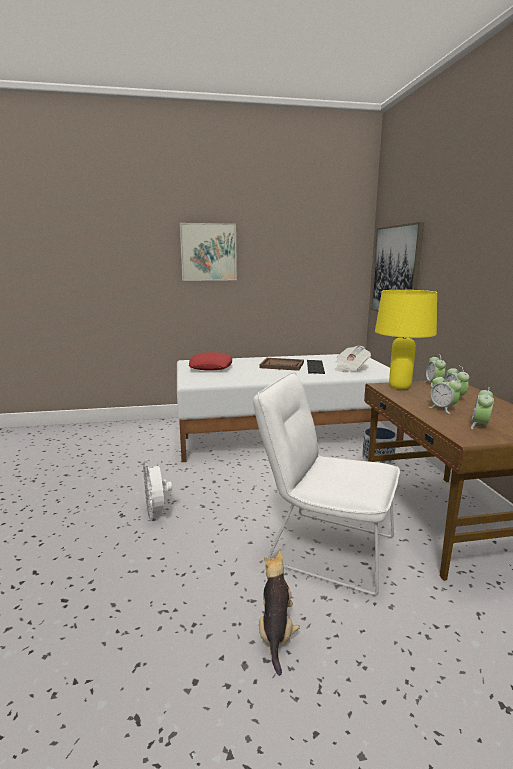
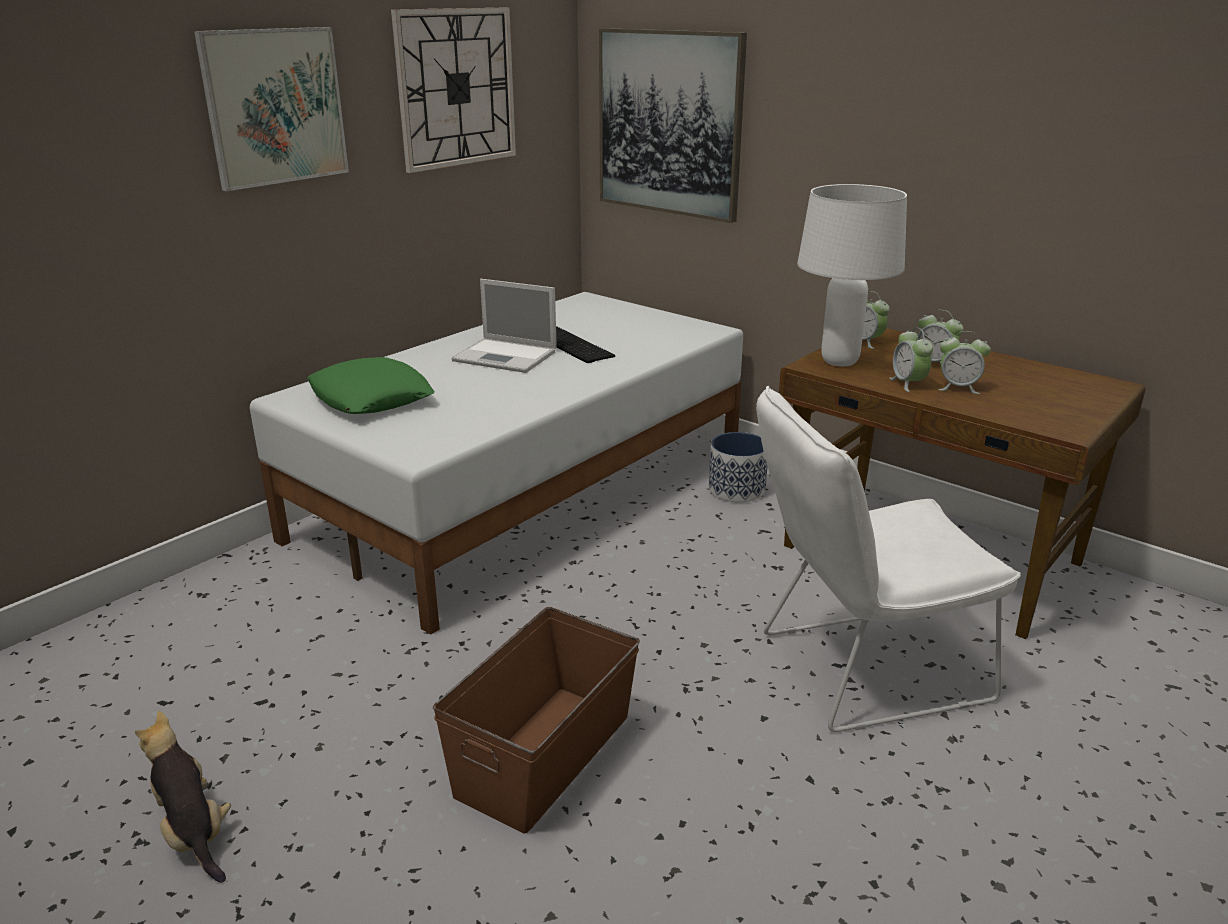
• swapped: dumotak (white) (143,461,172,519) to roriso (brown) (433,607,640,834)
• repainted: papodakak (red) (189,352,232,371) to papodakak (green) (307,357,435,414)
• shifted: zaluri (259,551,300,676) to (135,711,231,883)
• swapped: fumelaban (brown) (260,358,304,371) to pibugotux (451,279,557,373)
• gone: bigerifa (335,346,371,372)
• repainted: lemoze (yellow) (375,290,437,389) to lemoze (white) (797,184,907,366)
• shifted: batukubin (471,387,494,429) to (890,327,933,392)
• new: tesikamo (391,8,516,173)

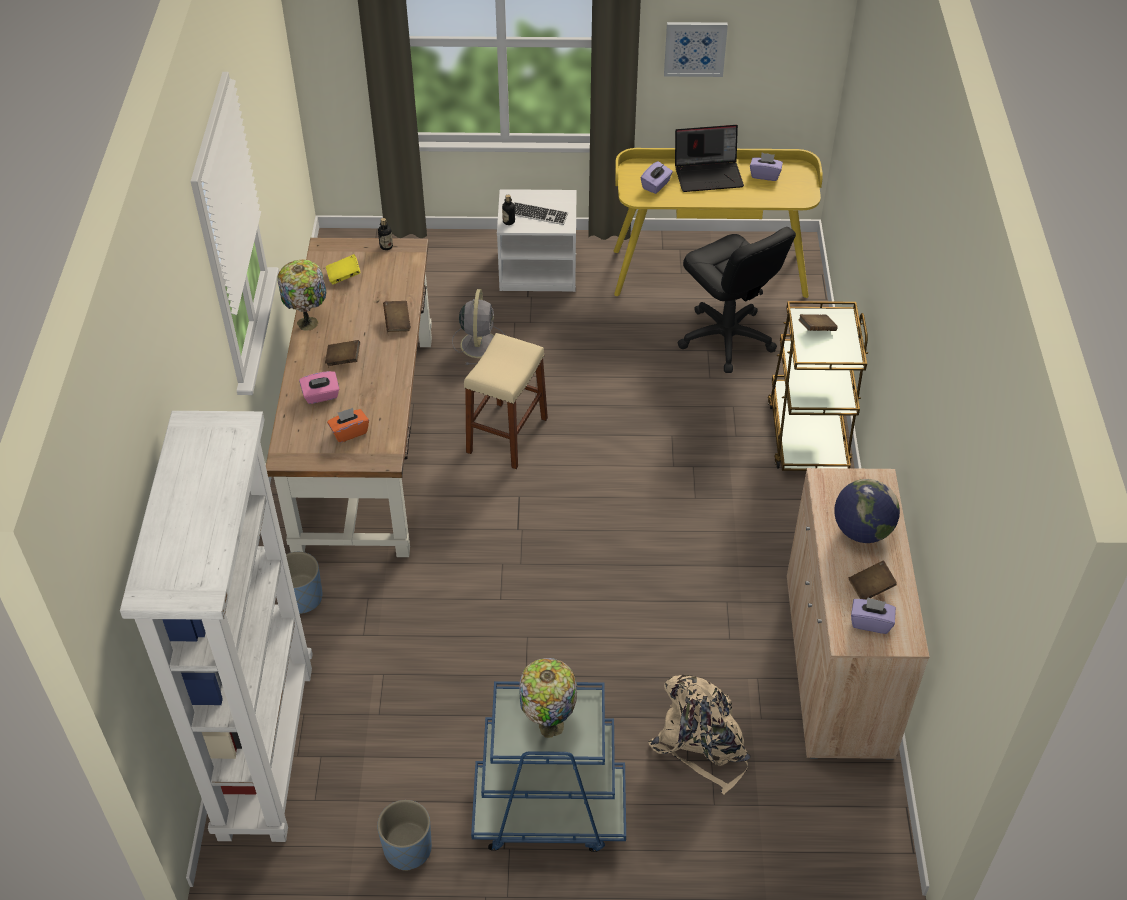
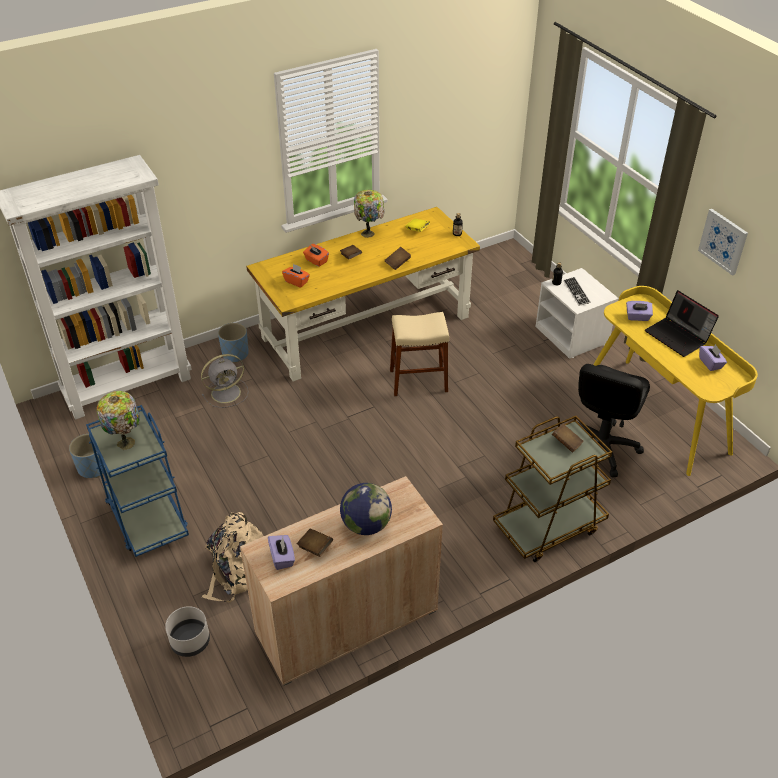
• repainted: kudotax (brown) (266,238,432,557) to kudotax (yellow) (246,207,480,382)
• repainted: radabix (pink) (299,371,339,404) to radabix (orange) (303,244,329,267)
• shifted: dumotak (grey) (452,289,505,365) to (201,354,249,408)
• new: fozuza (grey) (165,606,210,657)

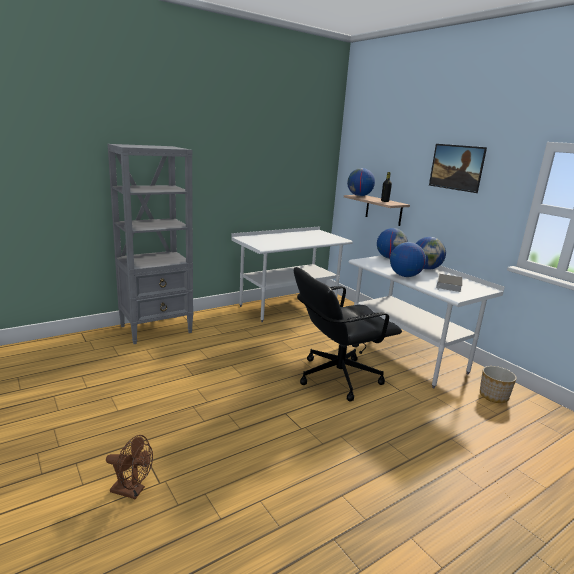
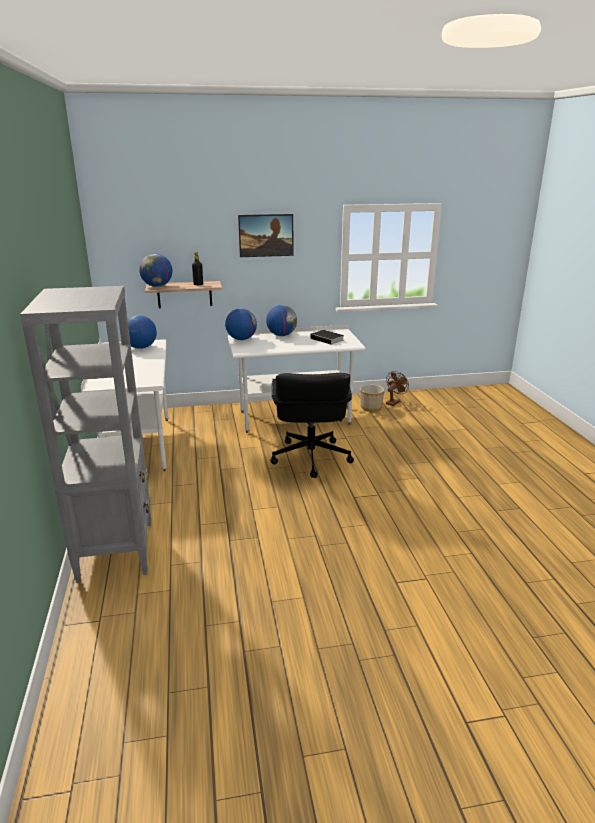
• shifted: dumotak (brown) (106,435,153,499) to (386,371,409,406)
• shifted: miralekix (390,242,426,277) to (128,315,157,349)

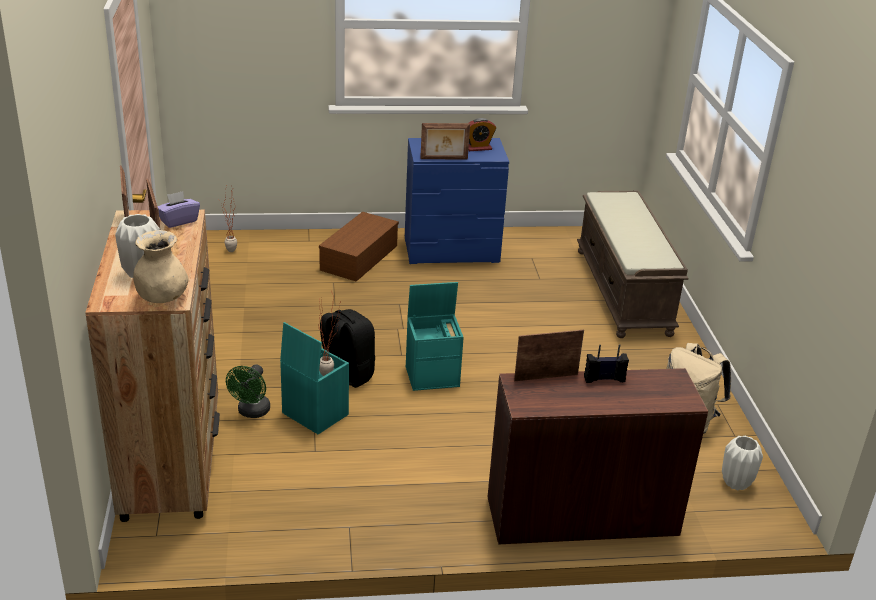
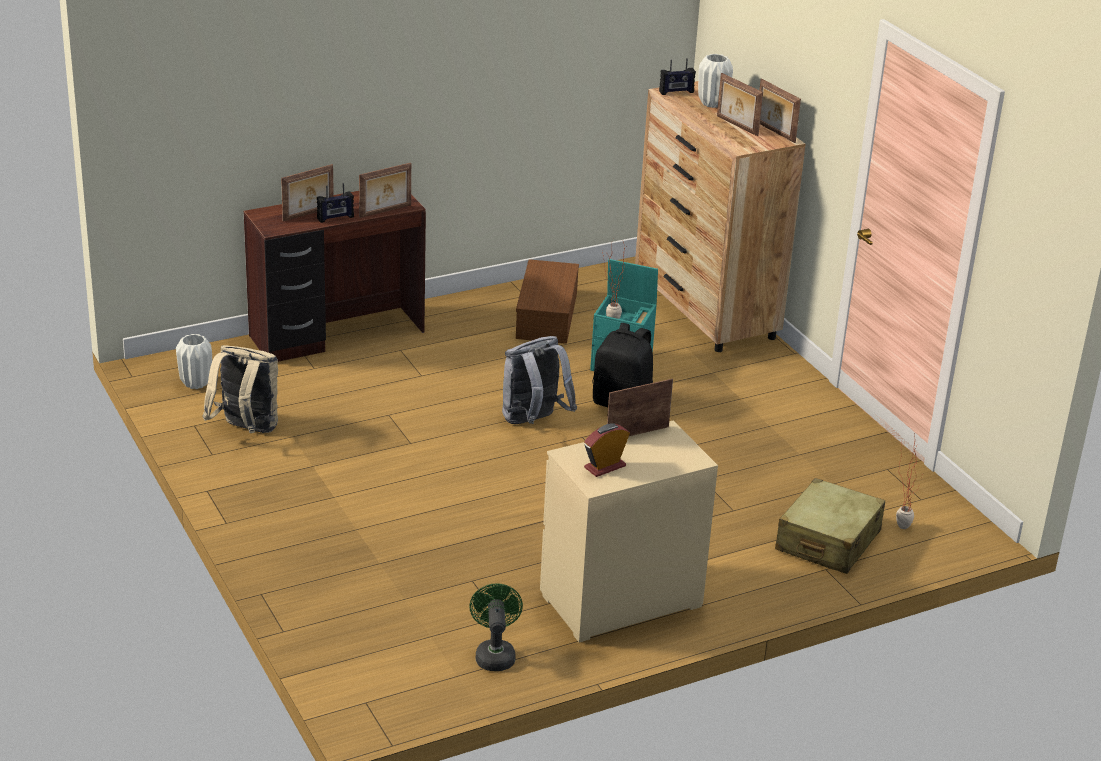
• swapped: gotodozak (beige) (133,230,189,303) to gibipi (659,58,696,95)
• gone: radabix (purple) (157,191,200,228)
• shifted: dumotak (green) (226,364,270,418) to (469,583,523,671)
• shifted: roriso (brown) (319,212,399,282) to (516,259,579,344)
• repainted: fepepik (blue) (405,138,509,264) to fepepik (beige) (540,421,718,643)
• swapped: roriso (turquoise) (406,282,464,391) to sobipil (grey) (502,336,577,424)
• gone: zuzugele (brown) (577,191,688,338)
• new: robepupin (281,164,334,222)
• new: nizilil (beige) (775,478,885,574)

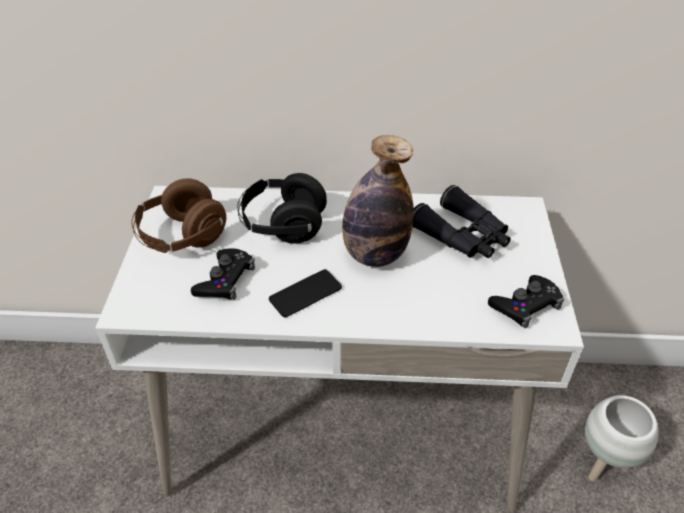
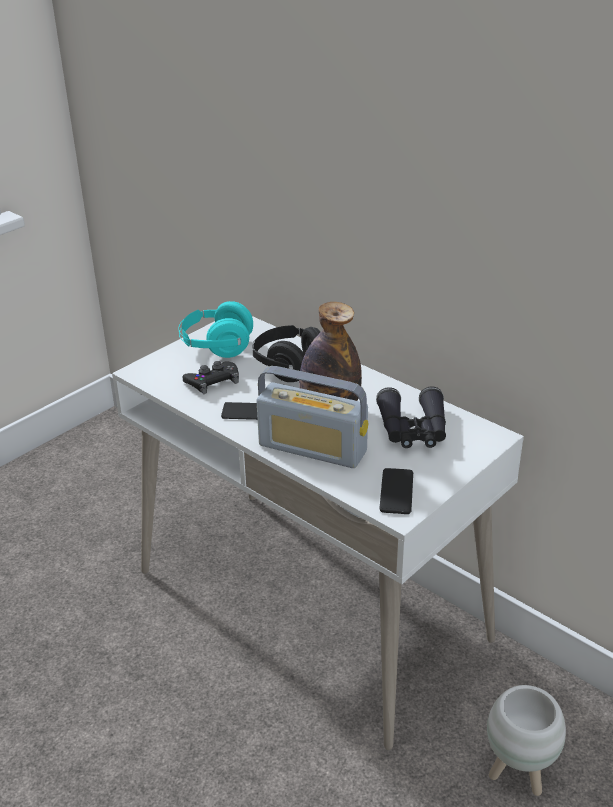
• repainted: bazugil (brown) (131,179,226,253) to bazugil (turquoise) (178,301,253,358)
• swapped: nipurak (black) (488,275,564,328) to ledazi (379,468,413,514)
• new: gibipi (257,366,368,468)

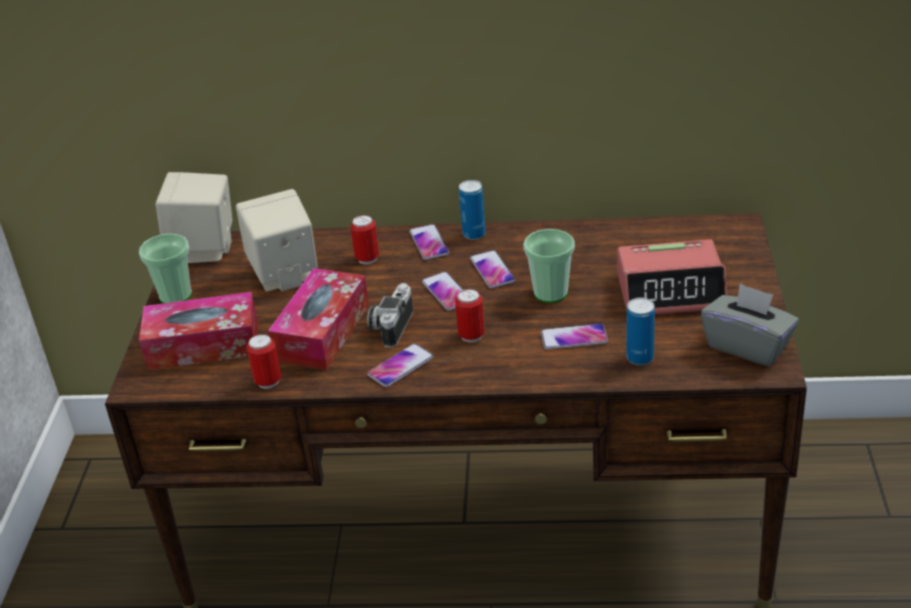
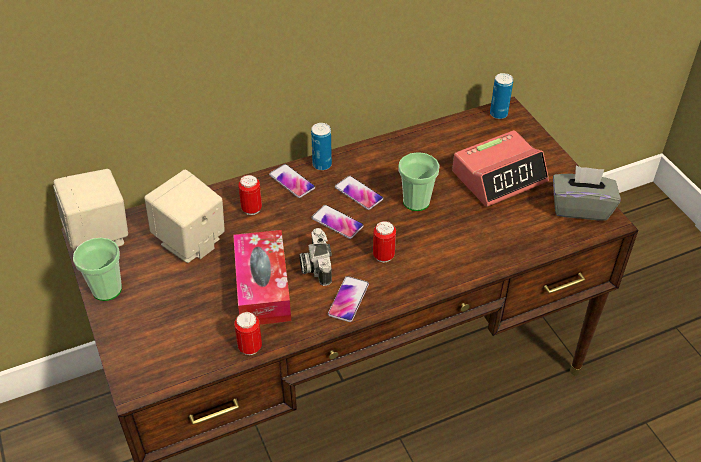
• gone: radabix (139,292,258,370)
• gone: ledazi (541,323,608,350)
• shifted: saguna (626,297,655,365) to (490,73,513,119)

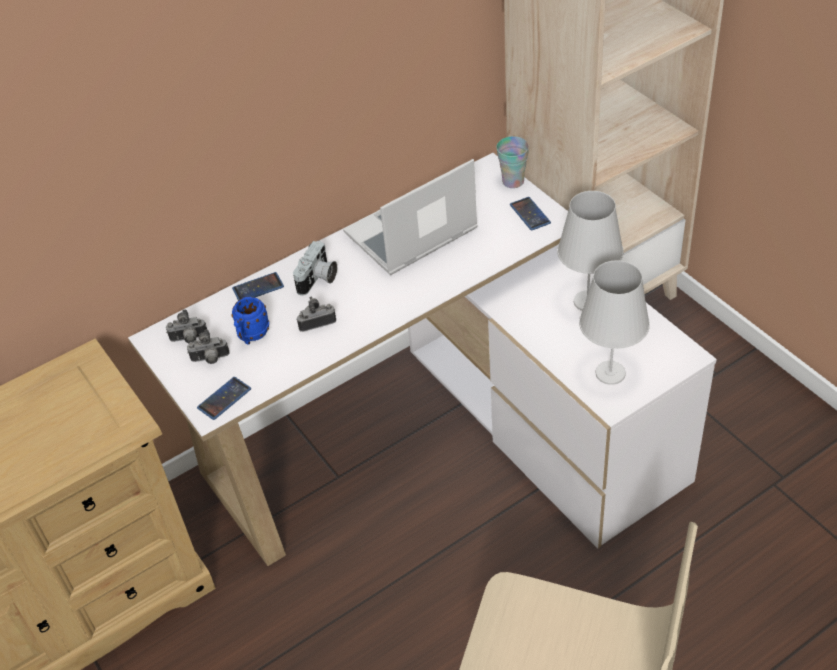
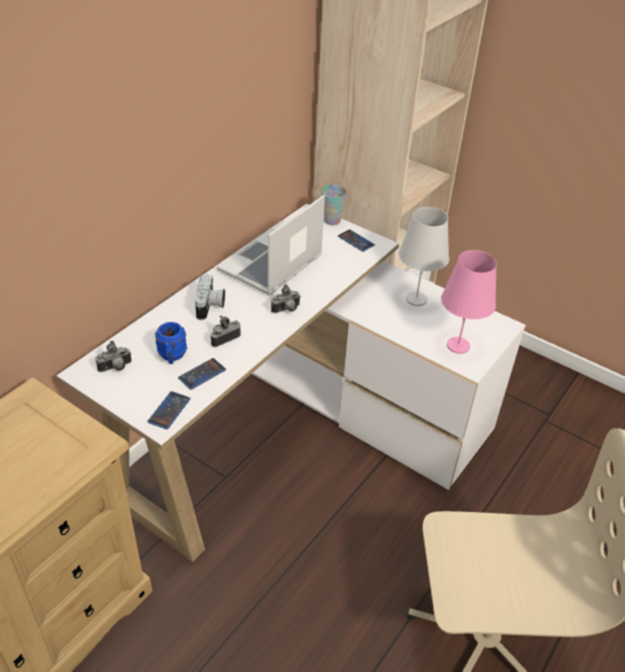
• shifted: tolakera (187,329,230,364) to (271,284,301,313)
• shifted: ledazi (232,272,284,300) to (178,358,226,390)
• repainted: lemoze (white) (579,260,650,385) to lemoze (pink) (441,250,497,354)

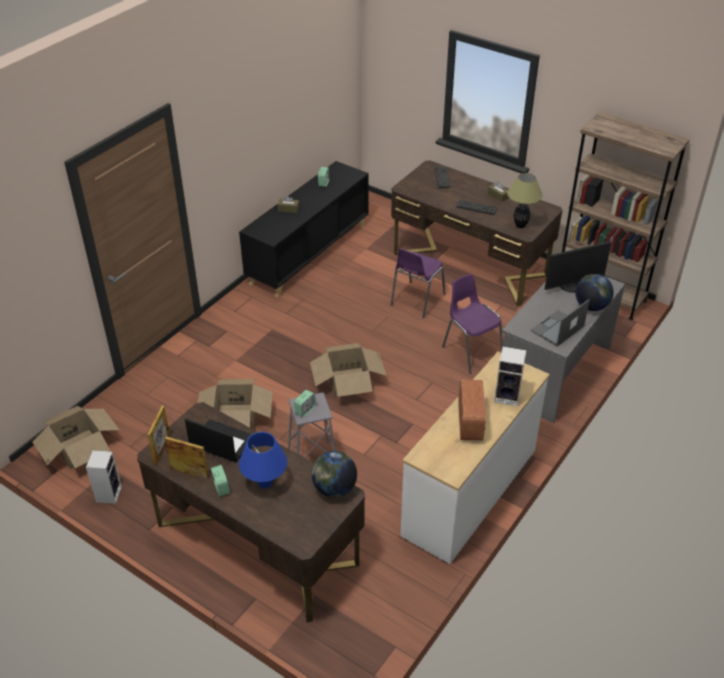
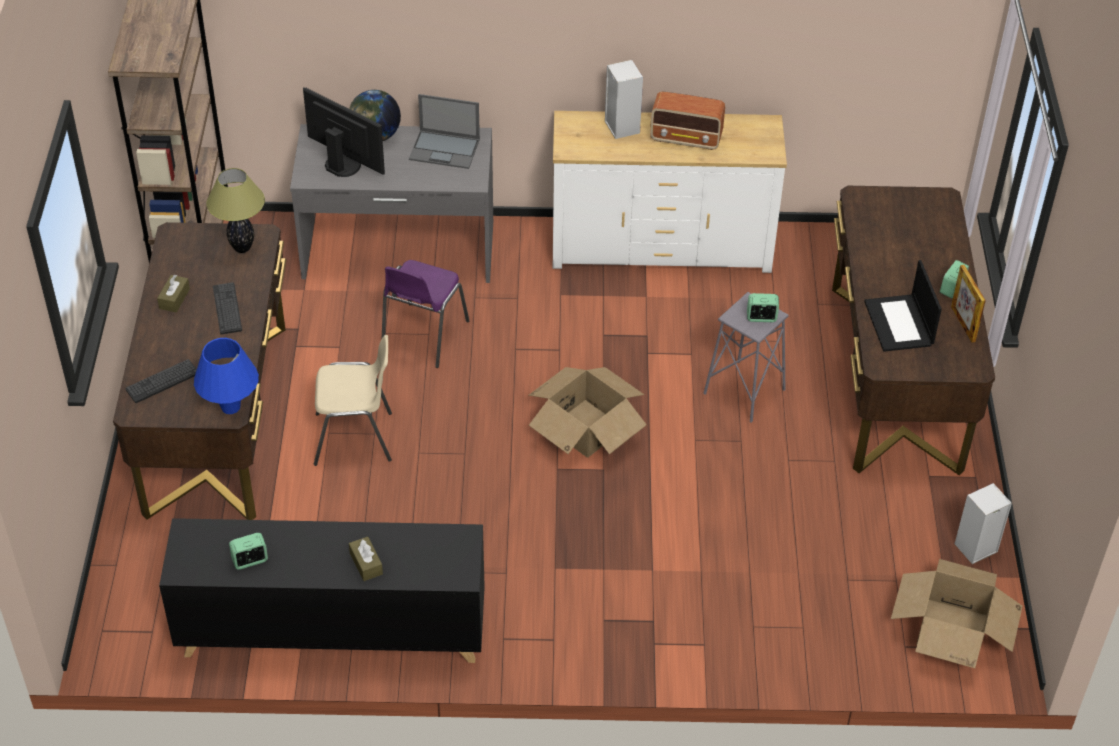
• gone: robepupin (147,405,170,465)
• gone: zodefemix (197,379,273,429)
• shifted: lemoze (blue) (239,432,288,489) to (194,338,259,414)
• gone: miralekix (311,451,357,497)
• repainted: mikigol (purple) (391,248,446,318) to mikigol (beige) (314,335,392,466)
• rotated: gibipi (458,380,486,441) = (650,91,725,150) 135 degrees counterclockwise

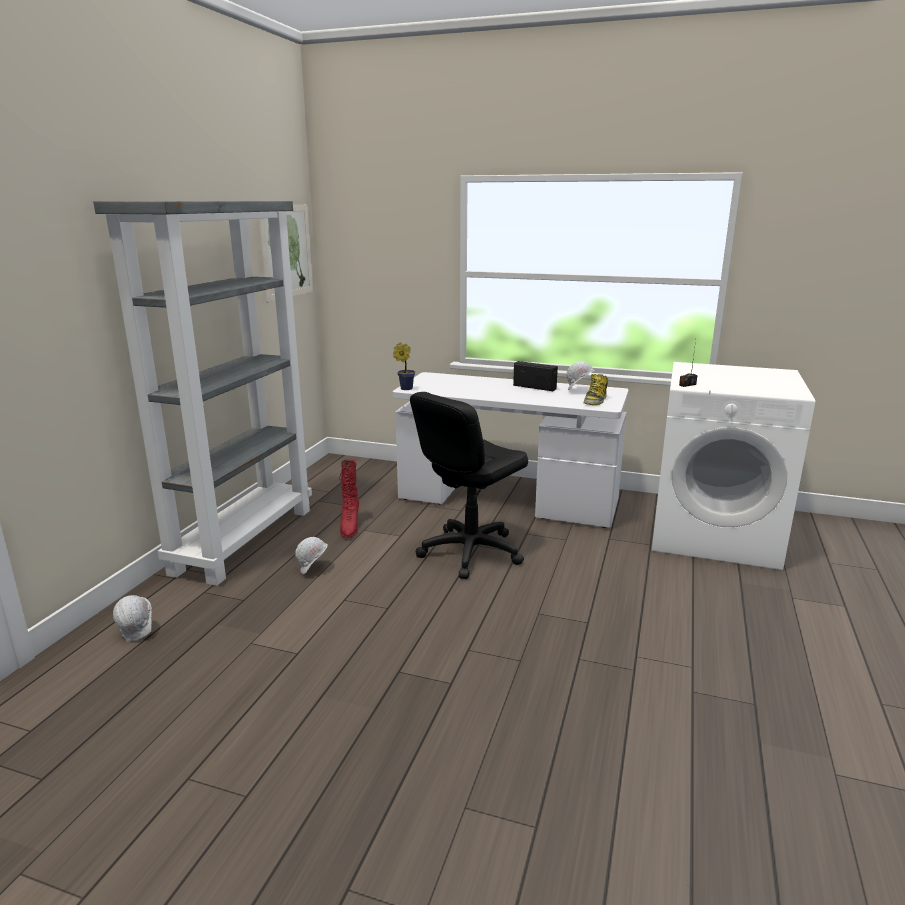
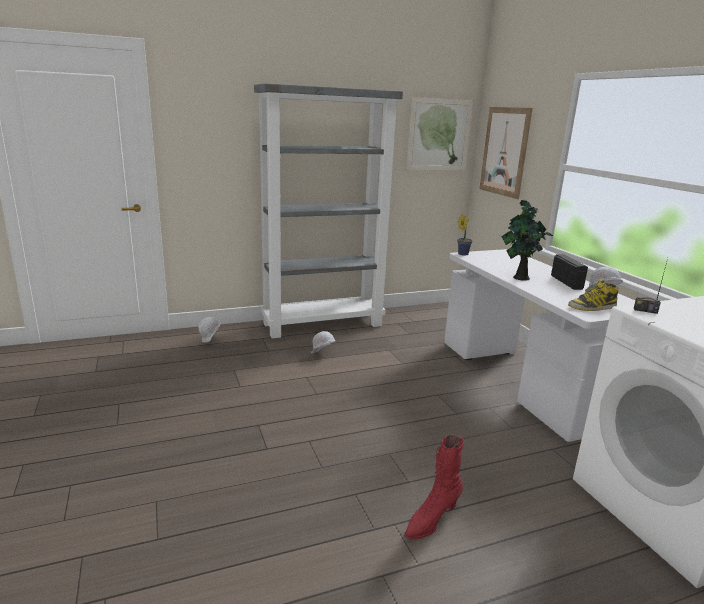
• shifted: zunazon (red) (339,460,359,538) to (404,435,464,539)
• gone: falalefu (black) (410,392,528,579)
• new: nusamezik (480,107,533,199)
• new: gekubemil (501,199,553,281)

